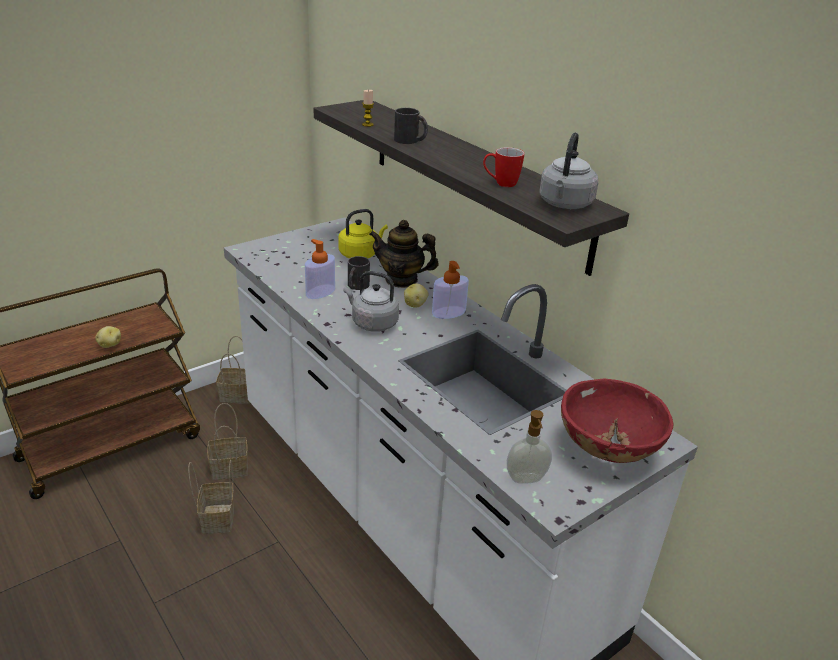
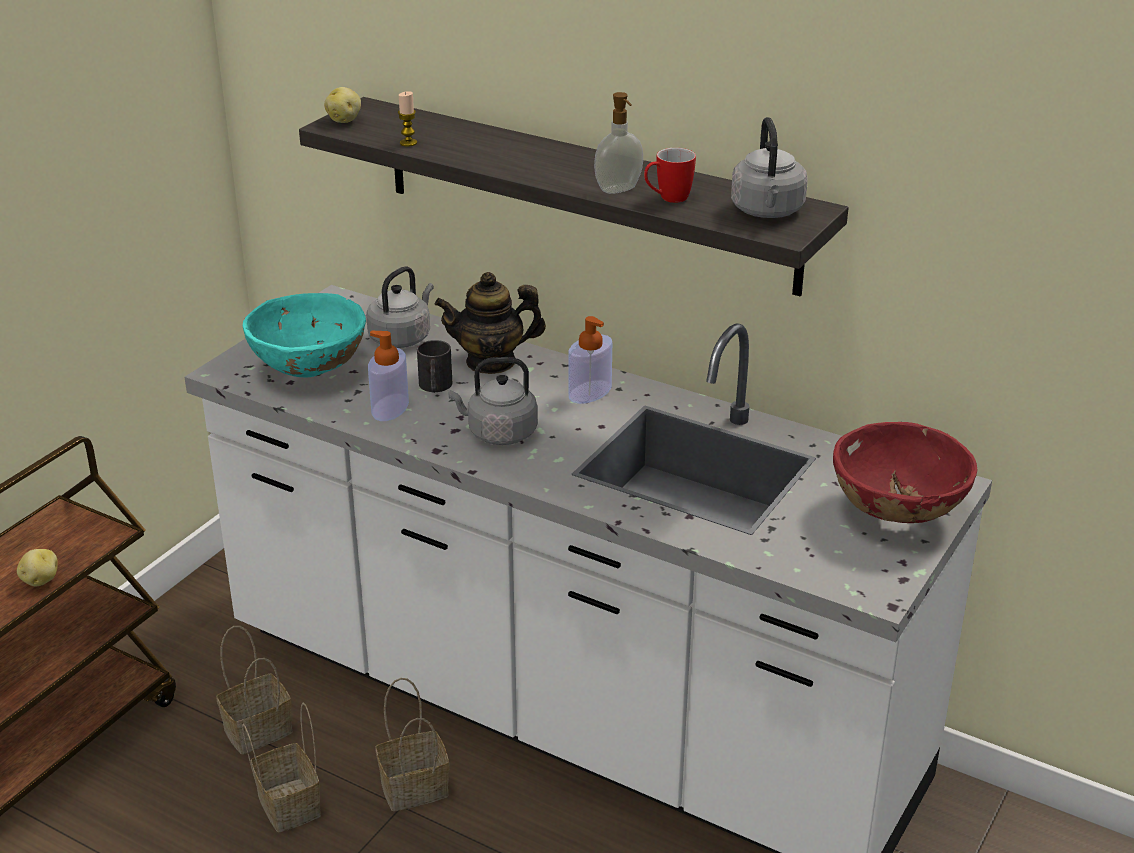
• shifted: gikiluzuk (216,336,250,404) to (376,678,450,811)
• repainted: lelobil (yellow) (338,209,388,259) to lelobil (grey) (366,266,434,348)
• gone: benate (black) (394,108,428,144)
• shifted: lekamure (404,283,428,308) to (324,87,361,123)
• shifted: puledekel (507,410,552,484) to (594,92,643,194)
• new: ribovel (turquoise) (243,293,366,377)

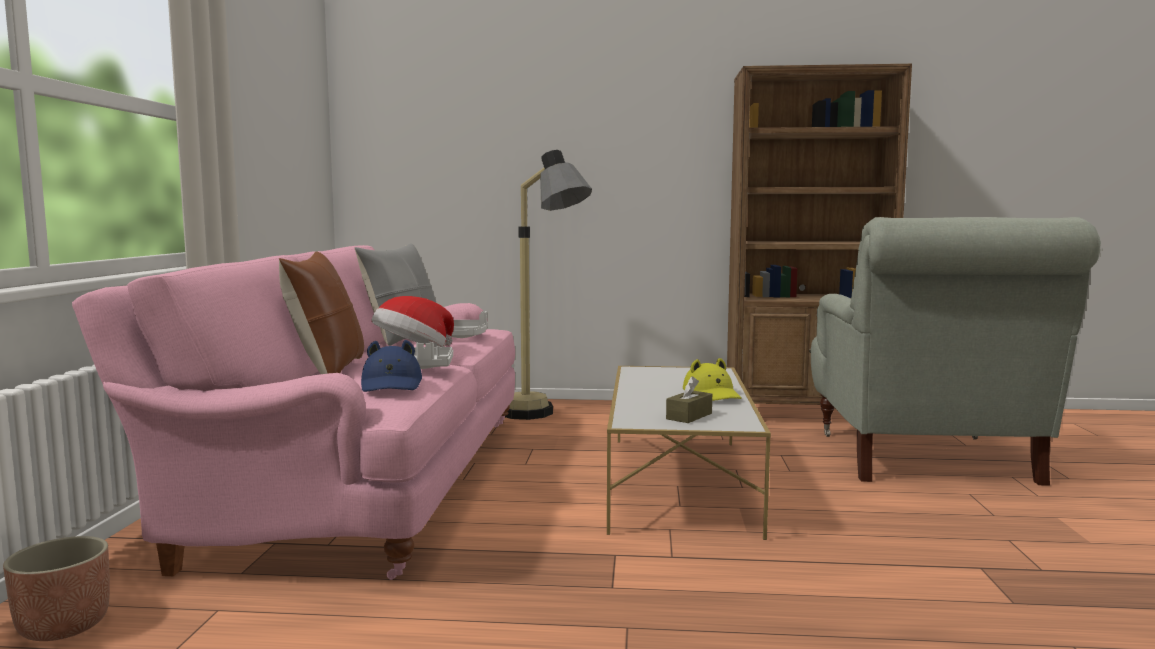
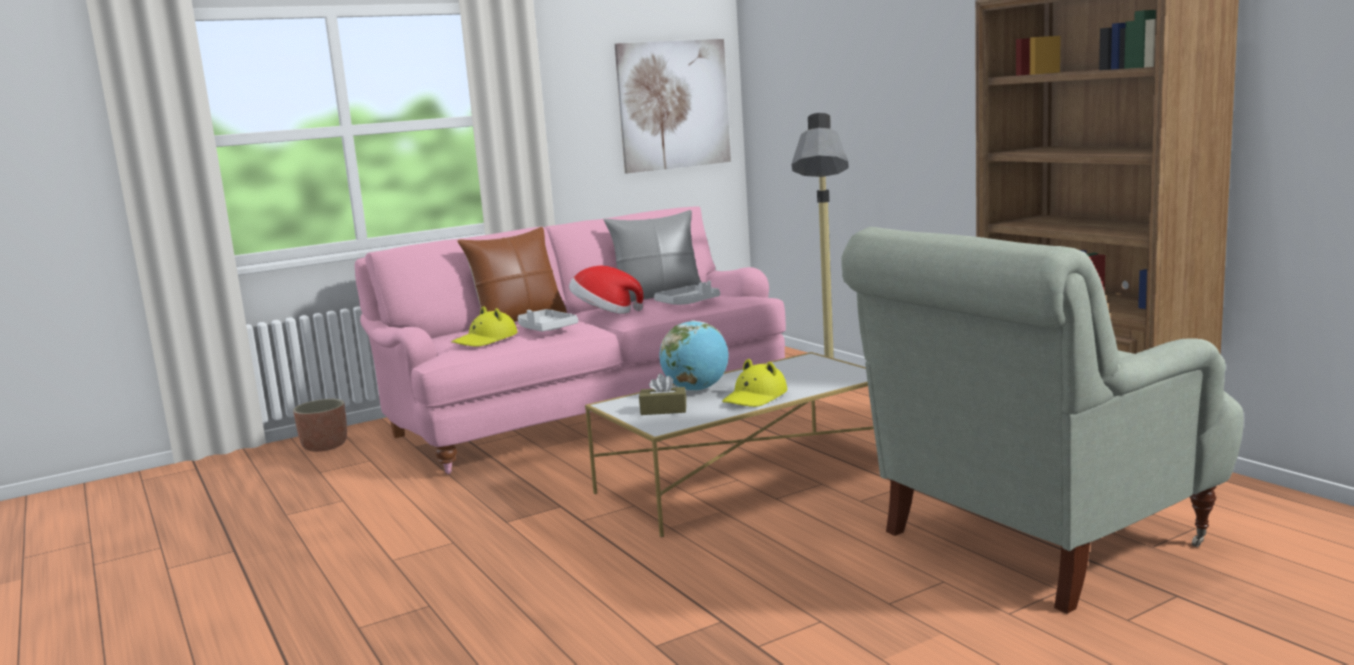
• repainted: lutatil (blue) (361,340,422,392) to lutatil (yellow) (452,306,518,347)
• new: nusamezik (615,39,731,173)
• new: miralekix (659,321,728,391)

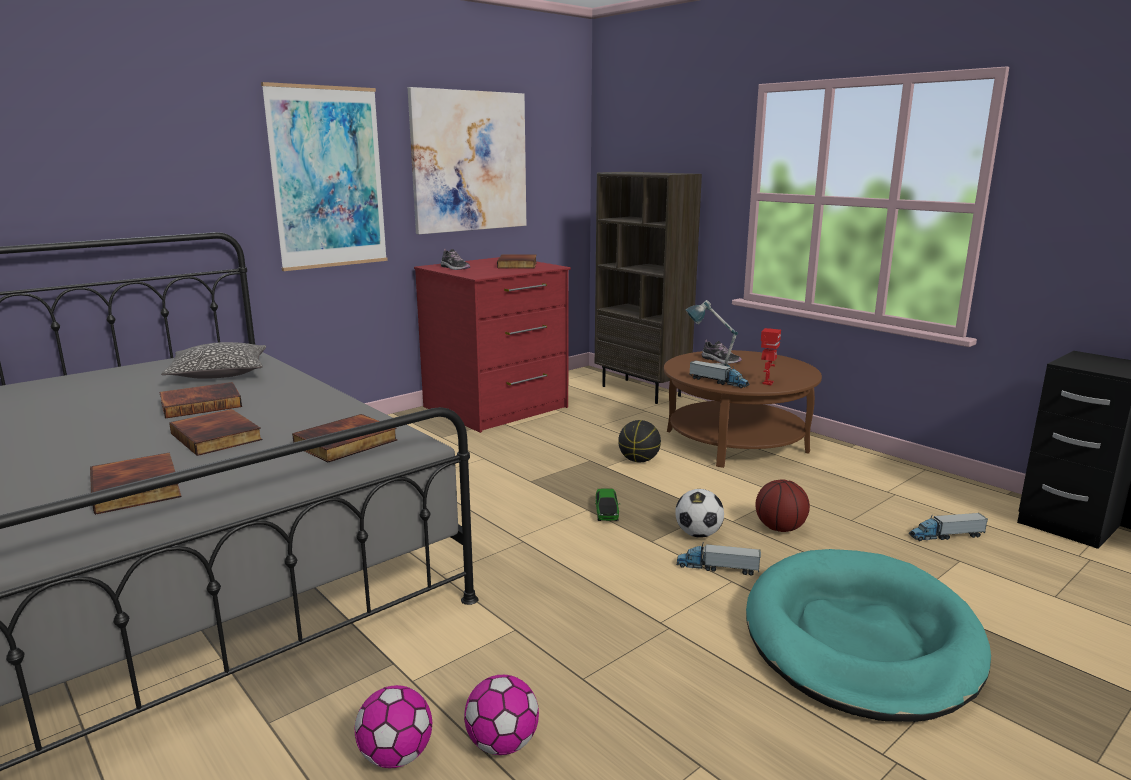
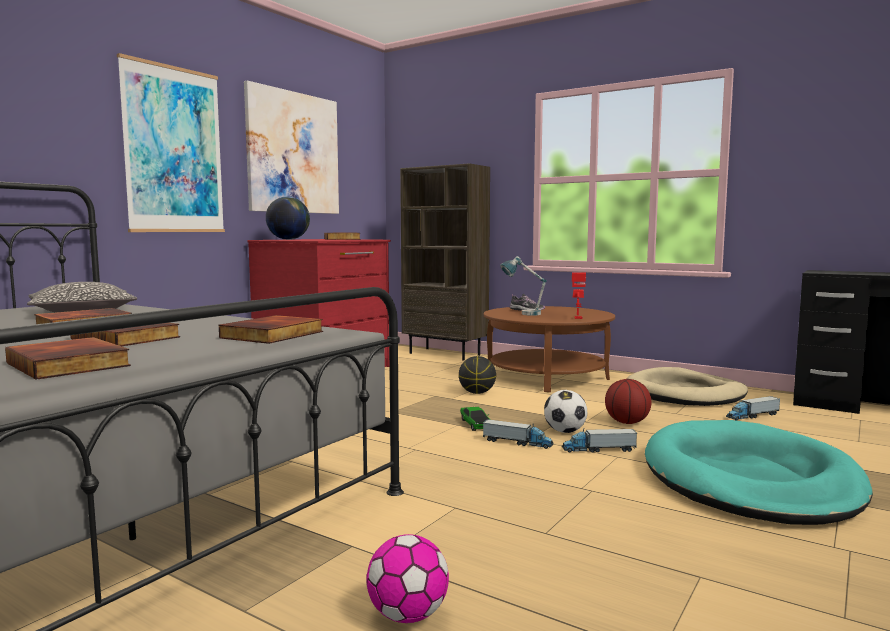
• swapped: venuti (441,249,470,270) to miralekix (266,197,310,240)
• gone: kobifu (464,675,539,755)
• shifted: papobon (689,360,750,388) to (483,419,554,449)
• new: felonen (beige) (627,367,748,406)

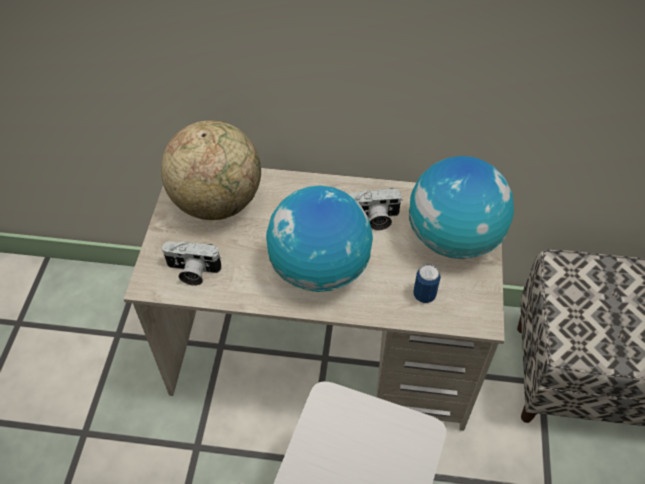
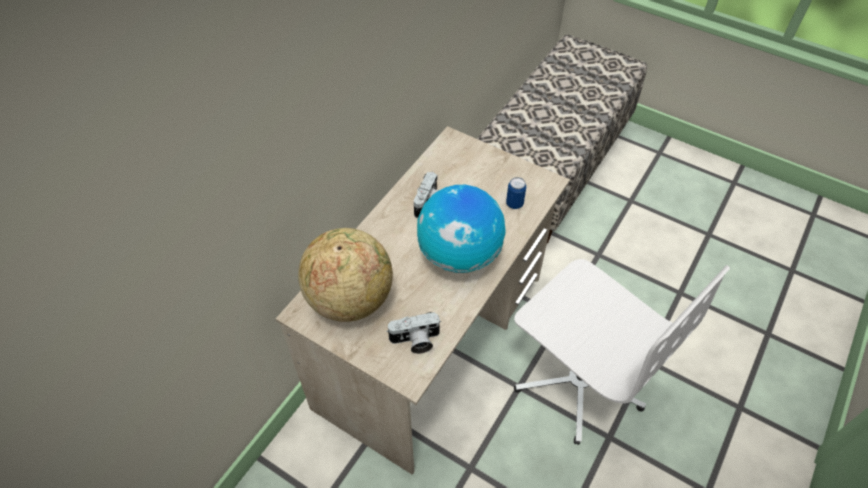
• rotated: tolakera (162,241,222,286) = (386,312,441,354) 45 degrees clockwise
• gone: miralekix (409,156,514,259)

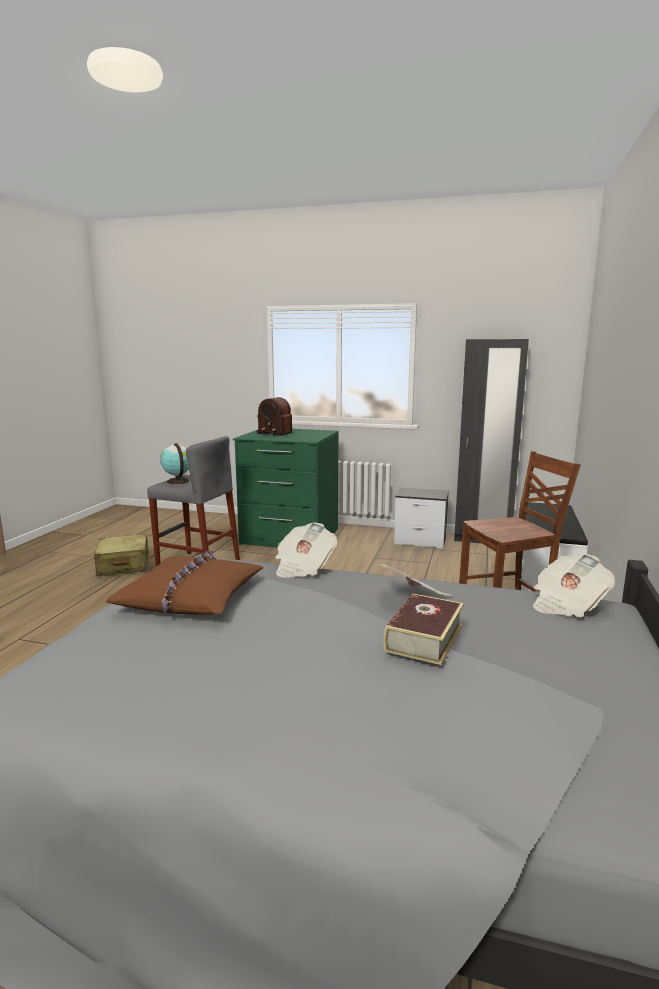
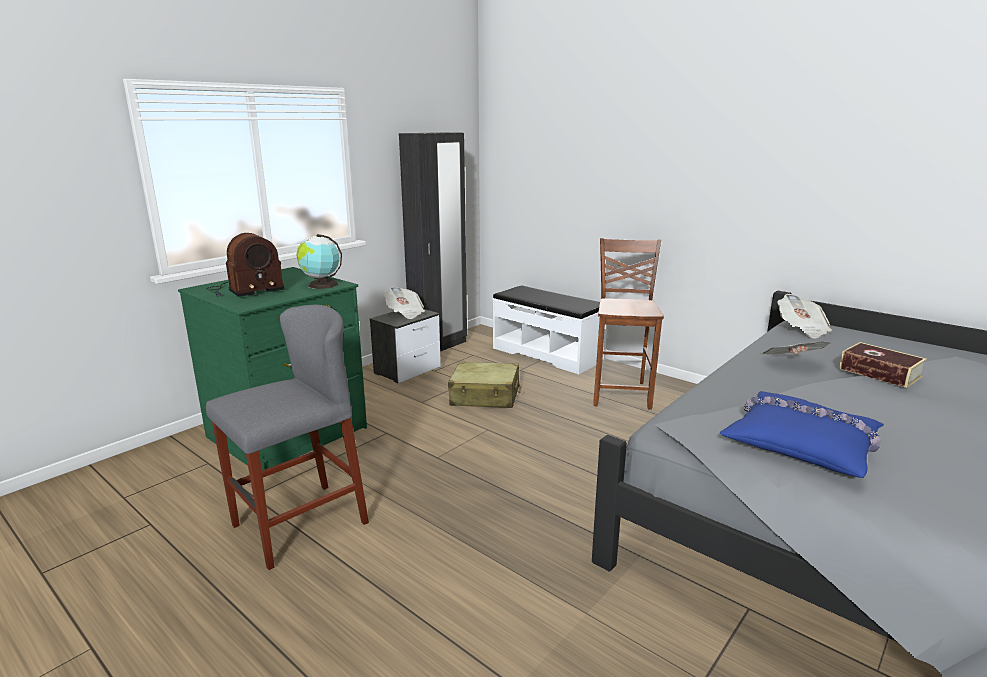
• shifted: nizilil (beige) (94,534,149,576) to (448,362,521,408)
• repainted: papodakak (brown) (106,551,264,615) to papodakak (blue) (720,391,884,478)
• shifted: miralekix (160,443,189,484) to (296,234,342,289)
• shifted: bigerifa (275,523,337,578) to (384,287,425,319)

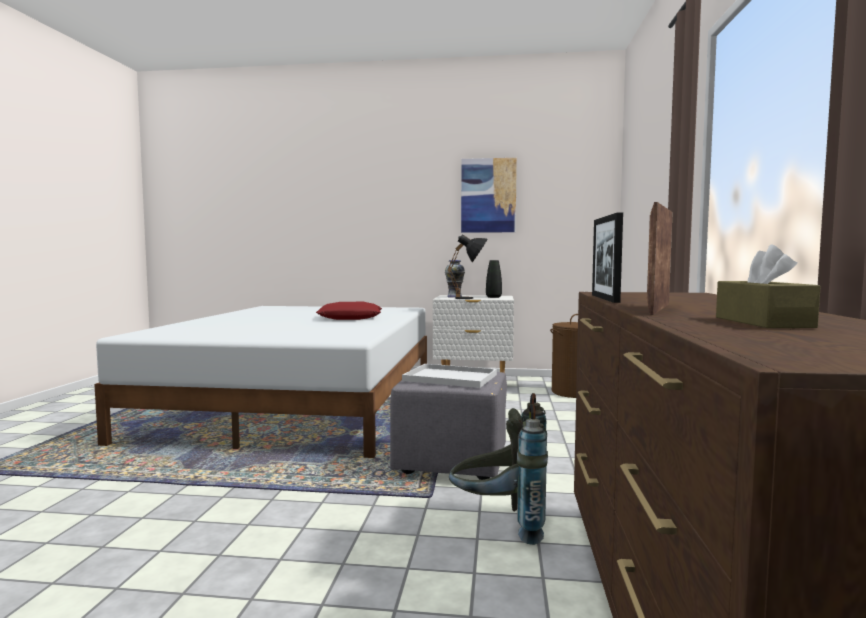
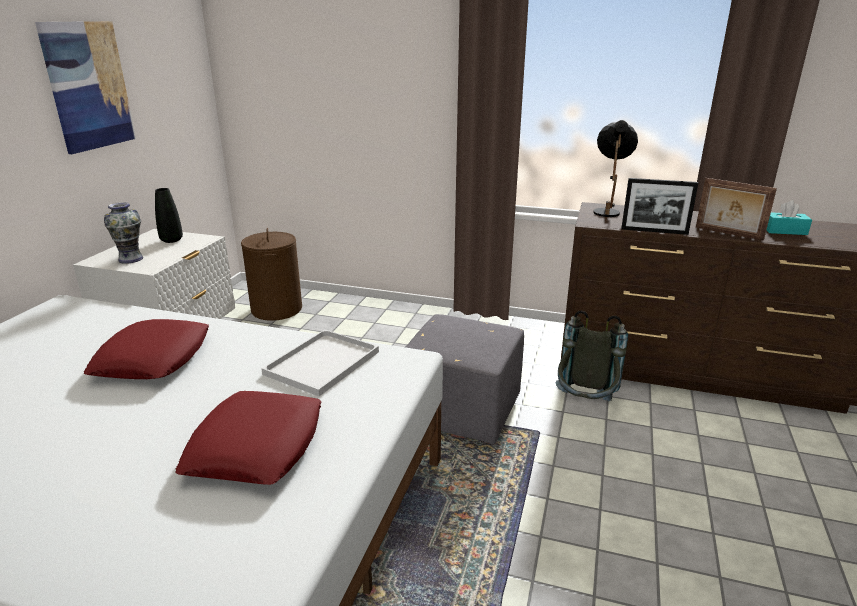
• shifted: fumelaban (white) (402,364,497,388) to (261,329,379,396)
• shifted: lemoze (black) (447,234,487,299) to (593,120,638,217)
• repainted: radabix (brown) (716,244,821,328) to radabix (turquoise) (766,200,812,235)
• new: papodakak (red) (176,391,322,485)

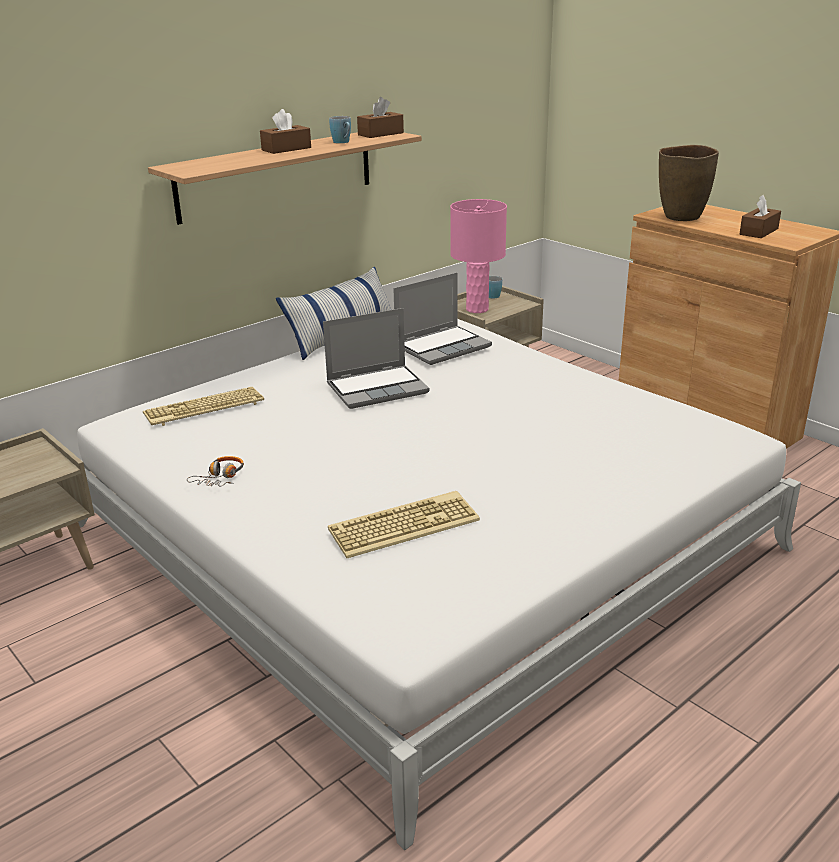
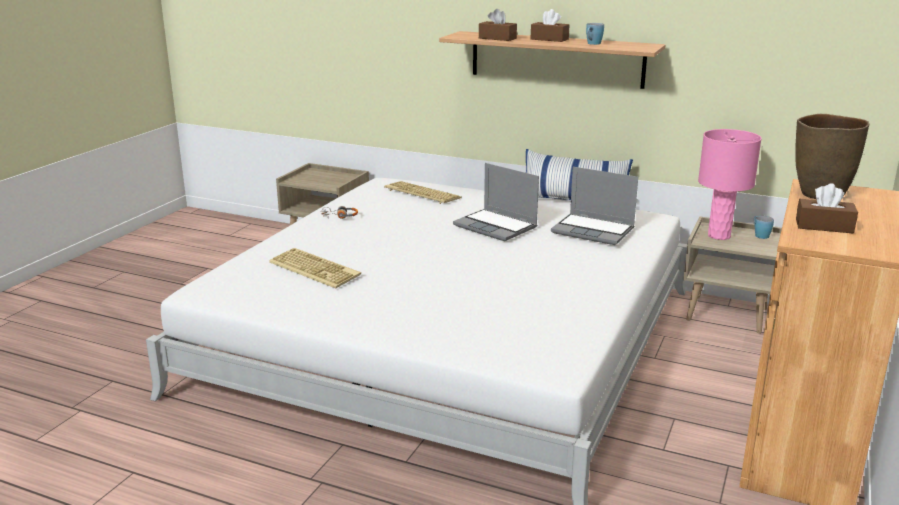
• shifted: radabix (brown) (357,97,404,138) to (479,9,517,41)

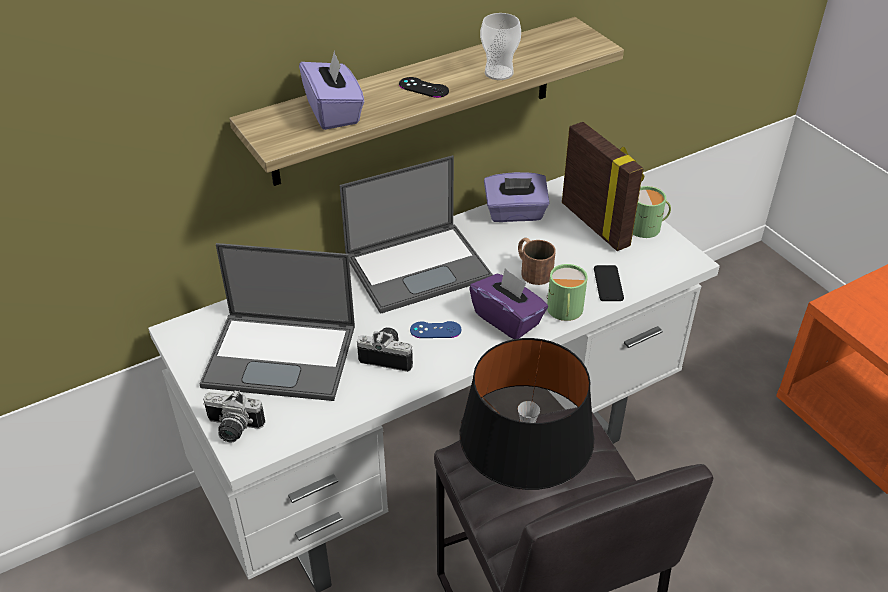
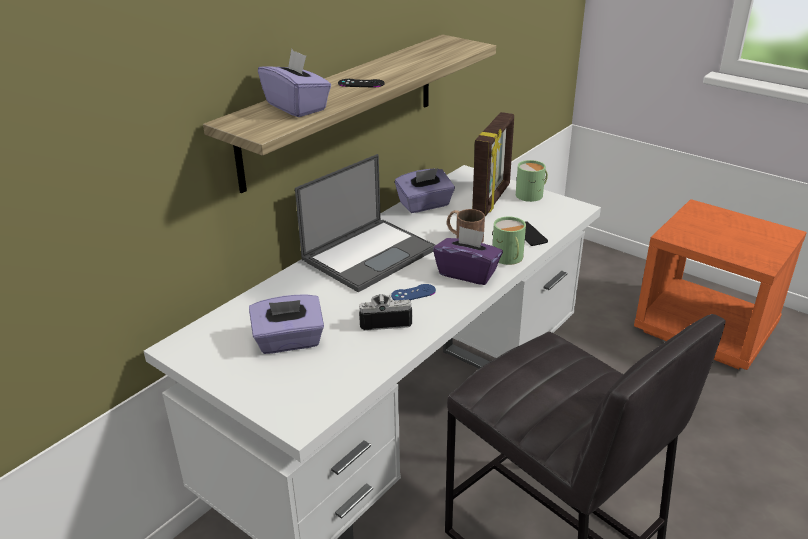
• swapped: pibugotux (199,243,355,401) to radabix (purple) (249,294,324,354)
• gone: tolakera (203,390,265,442)
• gone: lemoze (black) (460,338,594,490)
• gone: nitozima (480,13,521,80)
• rotated: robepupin (562,122,644,251) = (472,112,514,216) 75 degrees clockwise

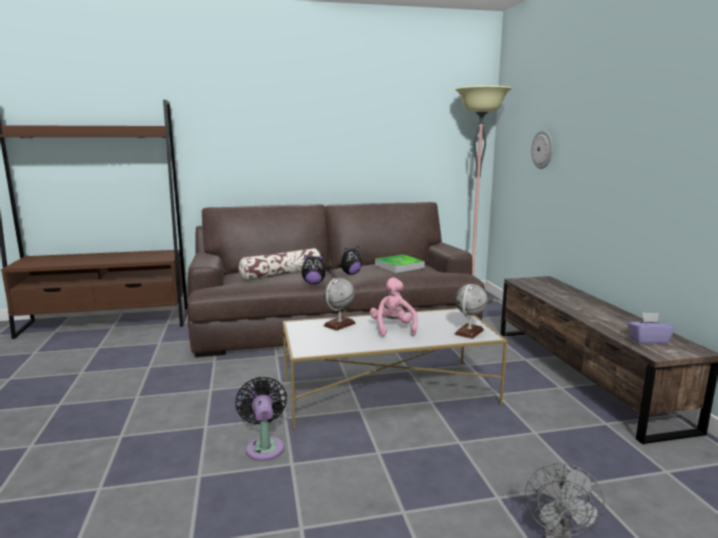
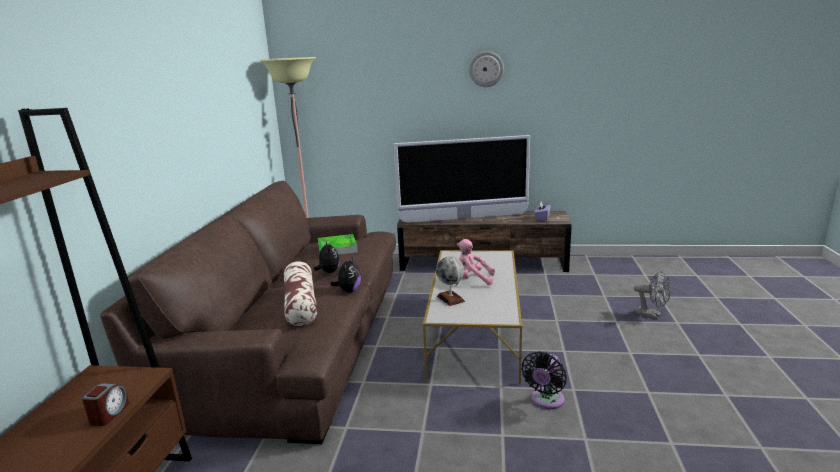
• rotated: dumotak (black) (235,377,287,461) = (522,351,567,409) 60 degrees counterclockwise
• gone: miralekix (454,284,487,339)
• shifted: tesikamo (531,130,553,169) to (469,51,504,87)
• new: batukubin (82,383,129,426)
• new: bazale (394,135,530,223)

